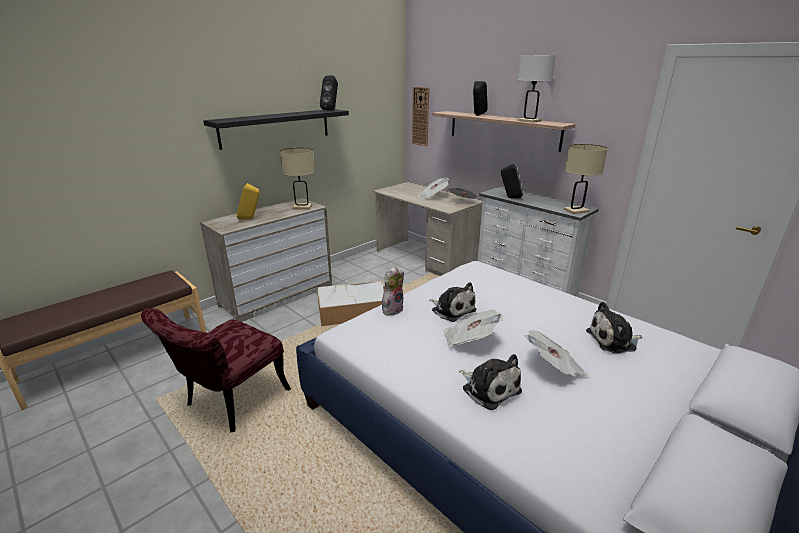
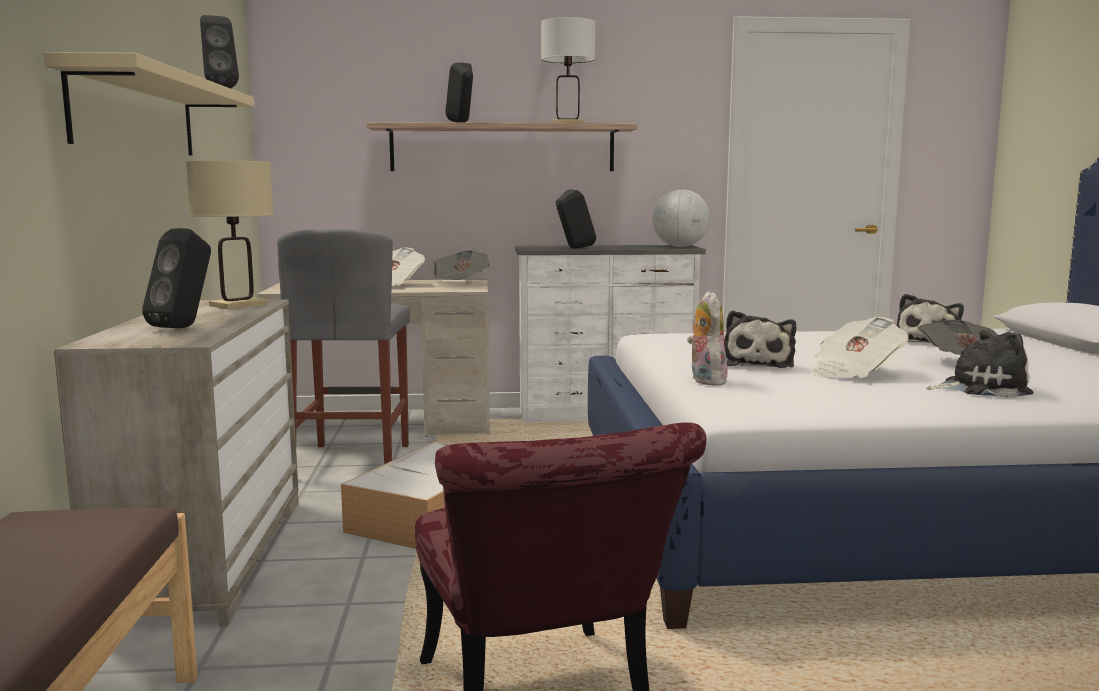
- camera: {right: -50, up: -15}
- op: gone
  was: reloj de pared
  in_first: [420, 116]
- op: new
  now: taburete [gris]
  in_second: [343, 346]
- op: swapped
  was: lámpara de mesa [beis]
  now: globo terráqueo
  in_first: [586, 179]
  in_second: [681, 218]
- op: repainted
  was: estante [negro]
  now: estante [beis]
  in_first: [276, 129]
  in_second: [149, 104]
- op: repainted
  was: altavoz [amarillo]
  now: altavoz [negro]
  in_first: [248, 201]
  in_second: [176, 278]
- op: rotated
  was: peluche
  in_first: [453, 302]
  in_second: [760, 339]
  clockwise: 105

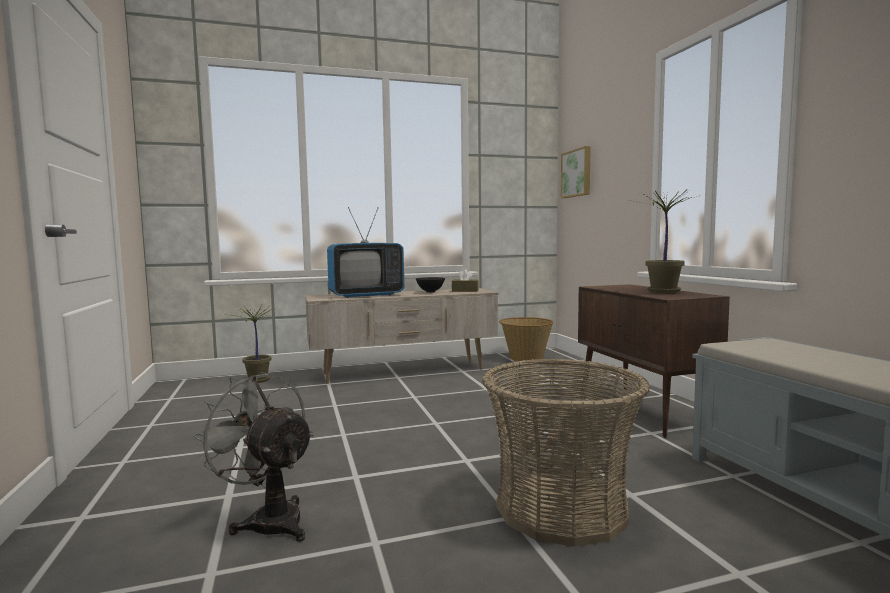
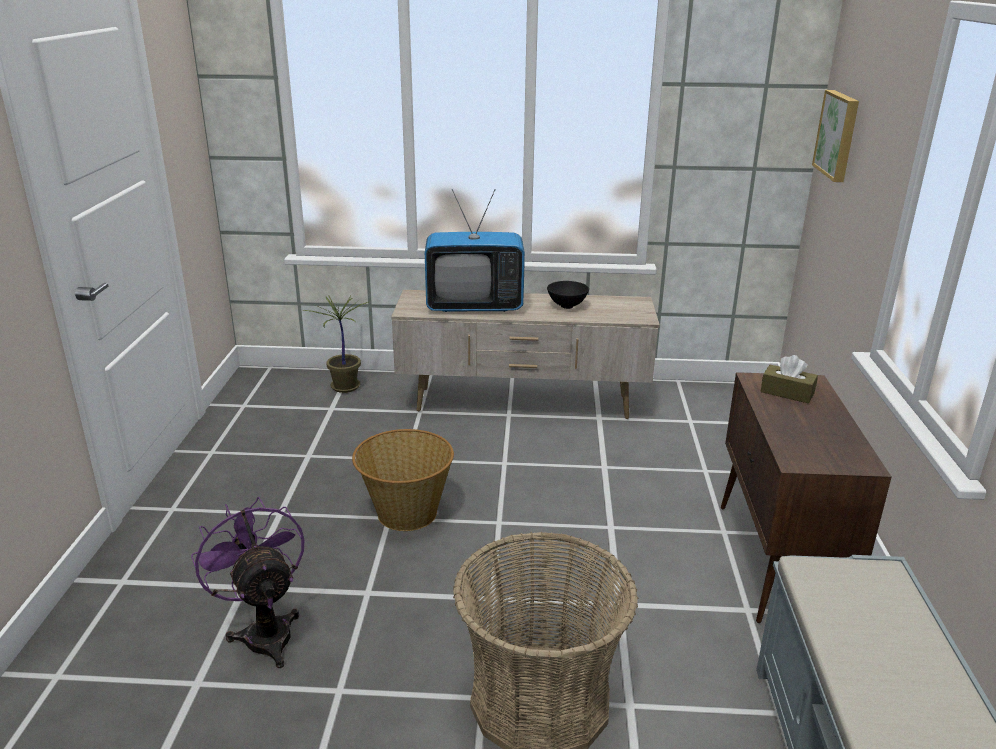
- camera: {right: 20, up: 20}
- op: gone
  was: planta en maceta
  in_first: [663, 242]
- op: shifted
  was: caja de pañuelos [marrón]
  in_first: [465, 280]
  in_second: [789, 379]
- op: shifted
  was: cesta
  in_first: [526, 339]
  in_second: [403, 480]
- op: repainted
  was: ventilador [gris]
  now: ventilador [morado]
  in_first: [253, 457]
  in_second: [247, 582]

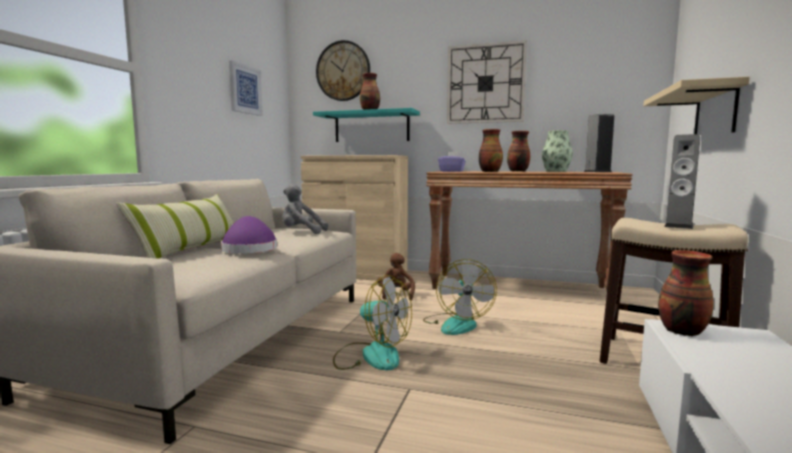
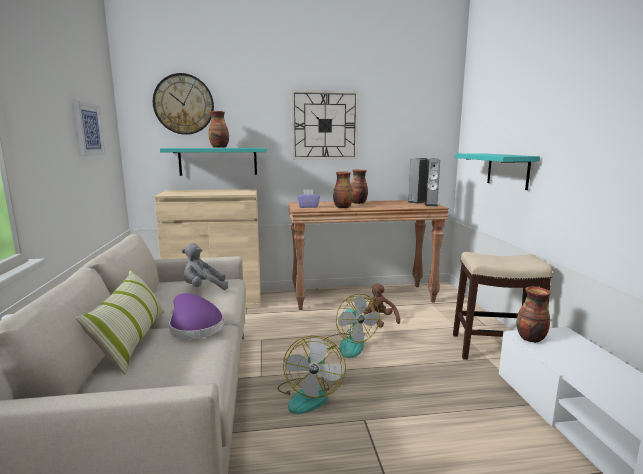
- camera: {right: -25, up: 5}
- op: gone
  was: florero
  in_first: [557, 151]
- op: shifted
  was: peluche [marrón]
  in_first: [396, 276]
  in_second: [381, 305]
- op: shifted
  was: altavoz
  in_first: [682, 181]
  in_second: [432, 182]
- op: repainted
  was: estante [beis]
  now: estante [turquesa]
  in_first: [696, 105]
  in_second: [497, 171]
- op: rotated
  was: ventilador
  in_first: [372, 322]
  in_second: [311, 375]
  clockwise: 90

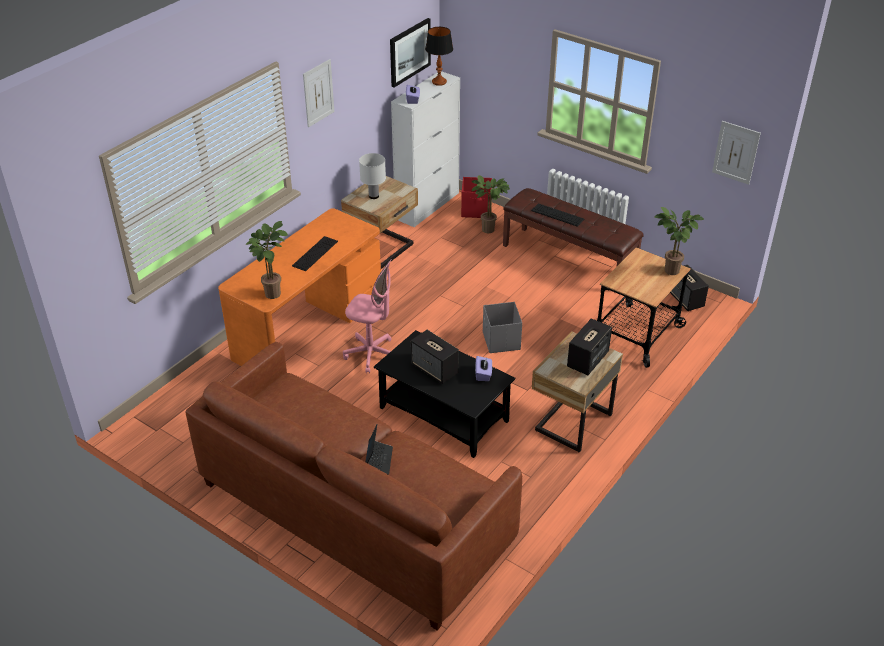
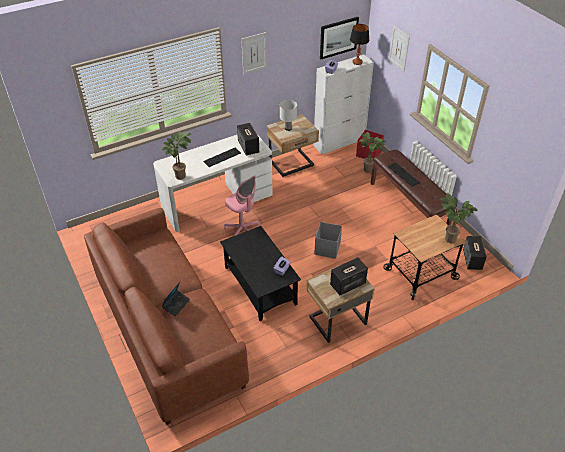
- camera: {right: 25, up: 5}
- op: shifted
  was: altavoz
  in_first: [435, 357]
  in_second: [248, 139]
- op: shifted
  was: cuadro
  in_first: [736, 153]
  in_second: [399, 48]
- op: repainted
  was: escritorio [naranja]
  now: escritorio [blanco]
  in_first: [299, 287]
  in_second: [212, 183]

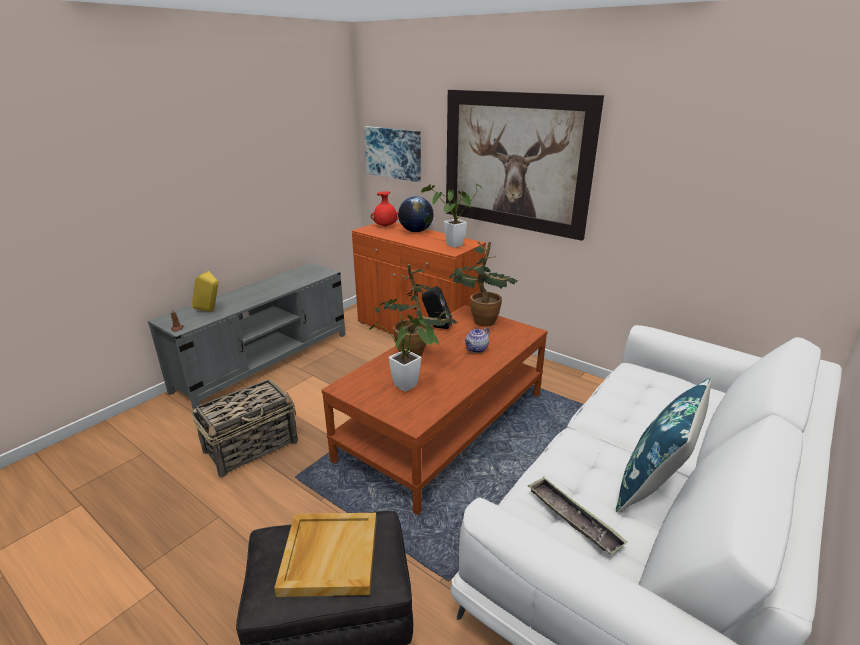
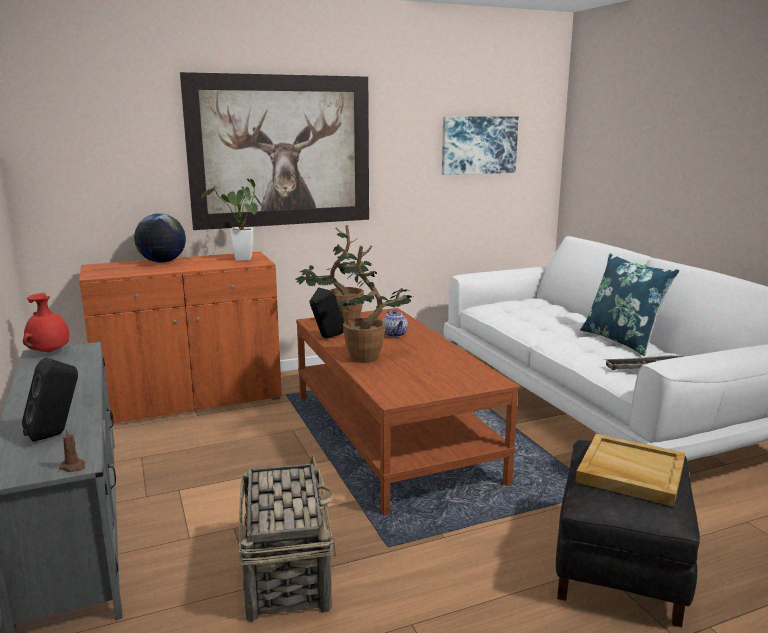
- camera: {right: -60, up: -10}
- op: gone
  was: planta en maceta
  in_first: [404, 345]
- op: shifted
  was: cuadro
  in_first: [392, 154]
  in_second: [480, 146]
- op: shifted
  was: florero [rojo]
  in_first: [385, 209]
  in_second: [46, 323]
- op: repainted
  was: altavoz [amarillo]
  now: altavoz [negro]
  in_first: [205, 291]
  in_second: [50, 399]

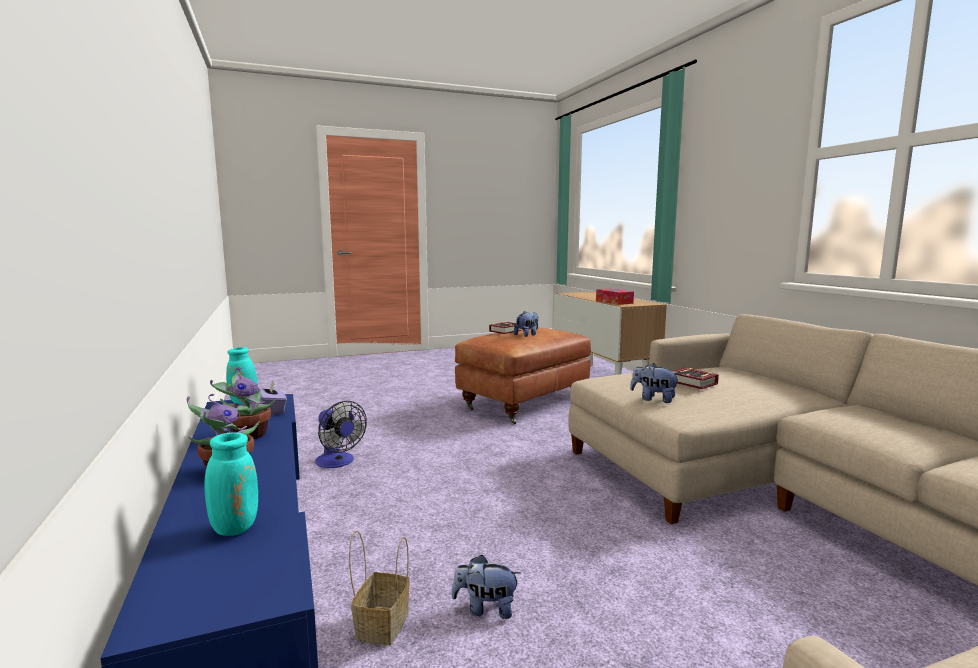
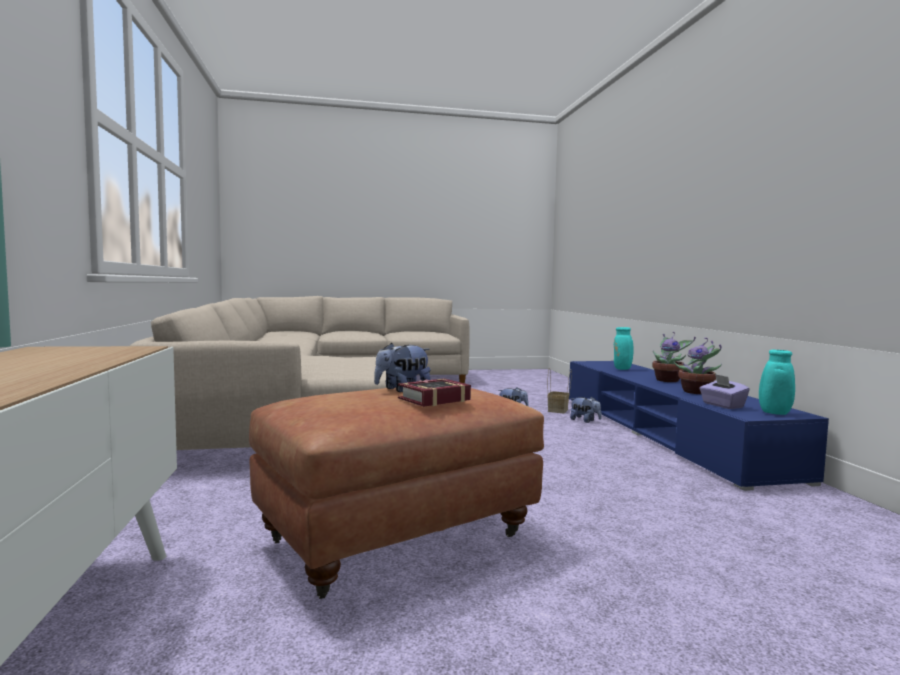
- camera: {right: -170, up: -5}
- op: gone
  was: ventilador
  in_first: [341, 434]
- op: gone
  was: caja de pañuelos
  in_first: [615, 297]
- op: gone
  was: libro
  in_first: [696, 378]
- op: shifted
  was: peluche
  in_first: [655, 383]
  in_second: [586, 409]

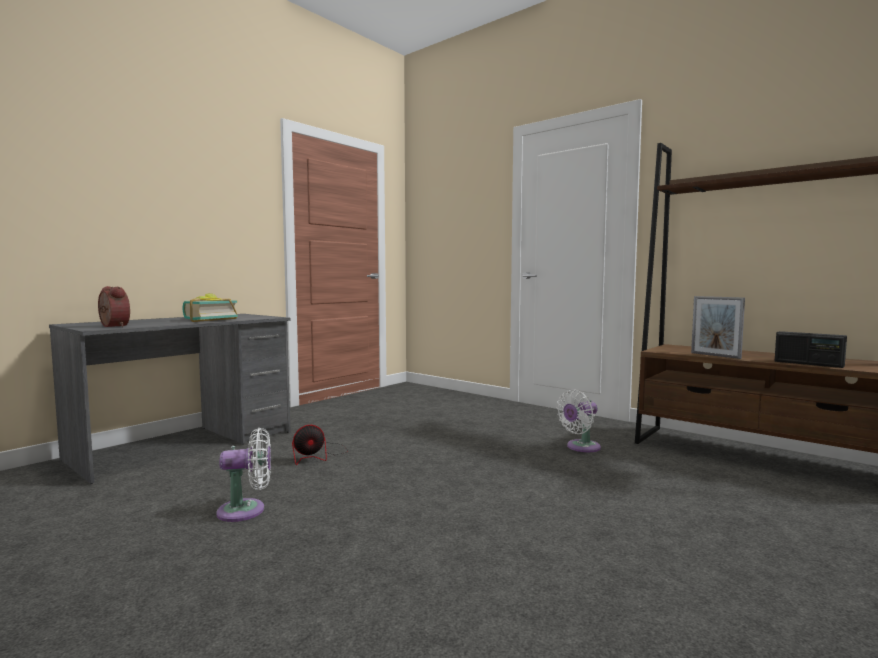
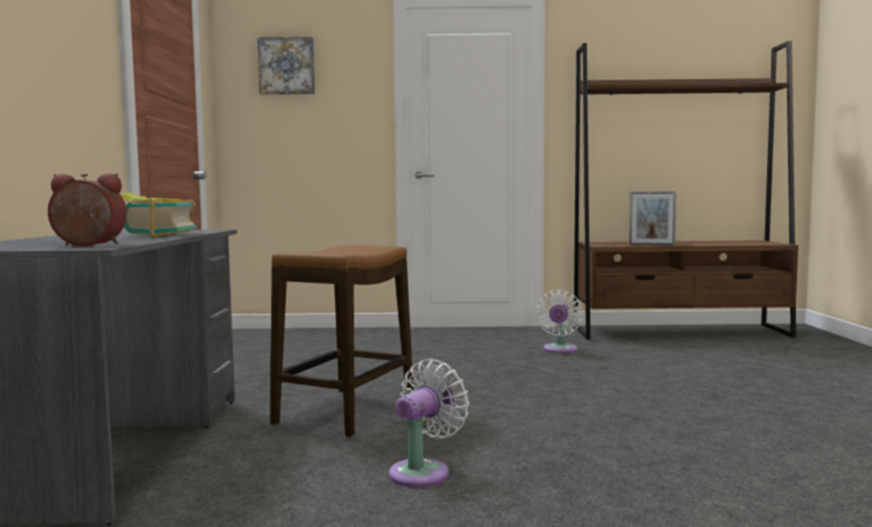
- camera: {right: -40, up: 0}
- op: gone
  was: radio
  in_first: [811, 349]
- op: new
  now: cuadro
  in_second: [286, 66]
- op: swapped
  was: ventilador
  now: taburete
  in_first: [319, 445]
  in_second: [341, 341]

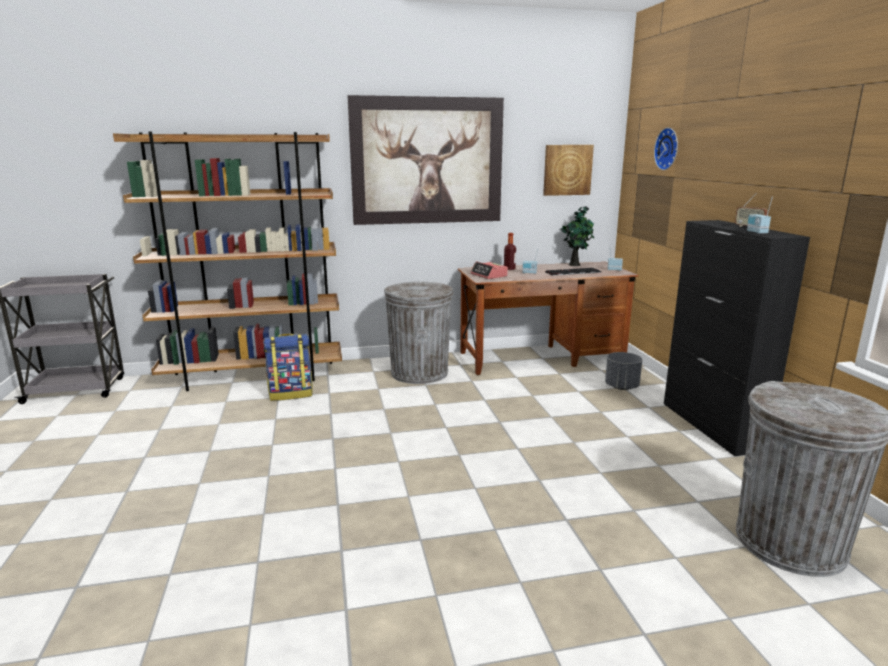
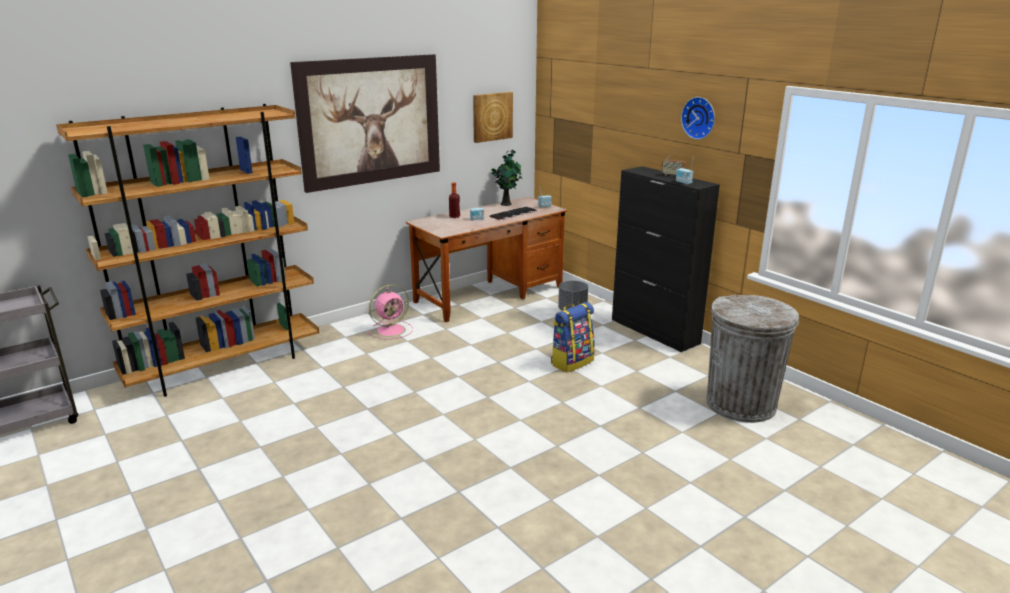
- camera: {right: -25, up: 5}
- op: gone
  was: despertador
  in_first: [489, 270]
- op: shifted
  was: mochila
  in_first: [287, 367]
  in_second: [573, 337]
- op: shifted
  was: reloj de pared
  in_first: [666, 149]
  in_second: [698, 118]
- op: swapped
  was: papelera [gris]
  now: ventilador [rosa]
  in_first: [418, 333]
  in_second: [390, 312]

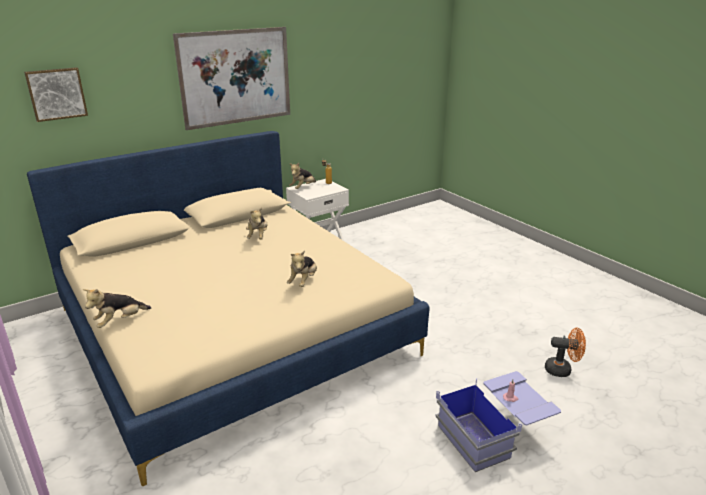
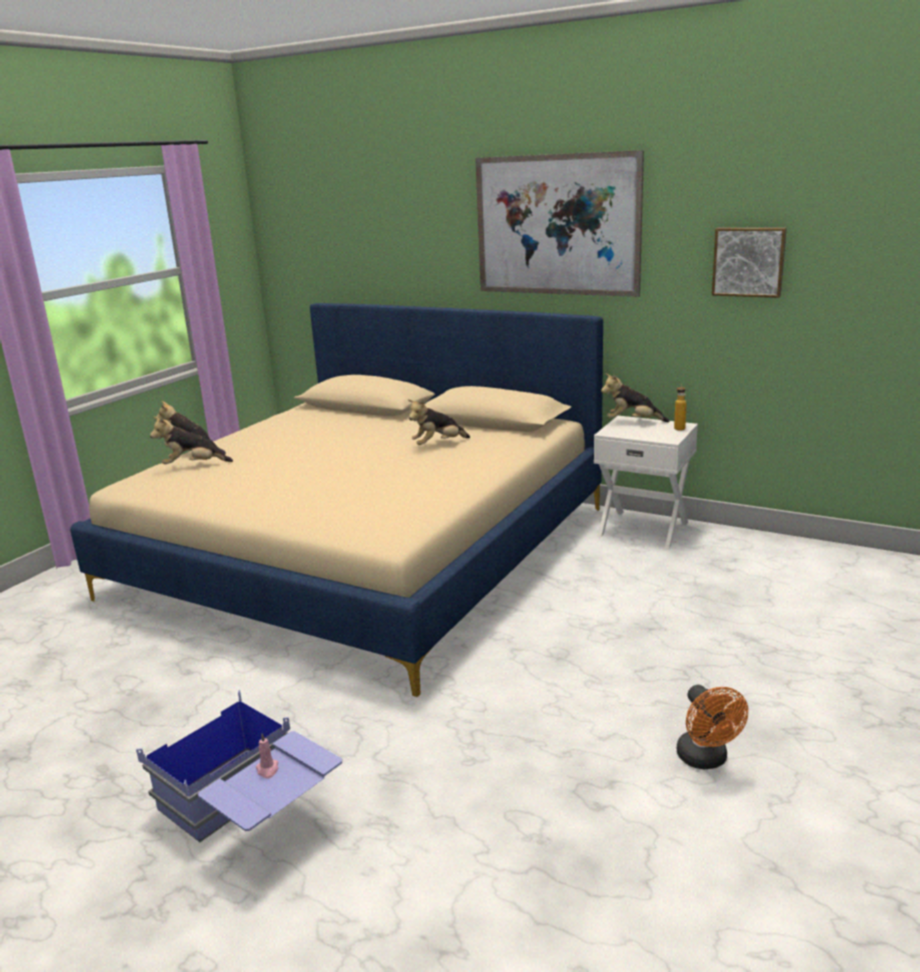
- camera: {right: 65, up: -5}
- op: shifted
  was: cuadro
  in_first: [56, 94]
  in_second: [749, 262]
- op: shifted
  was: peluche
  in_first: [302, 268]
  in_second: [191, 440]
- op: shifted
  was: ventilador [naranja]
  in_first: [565, 352]
  in_second: [712, 727]

